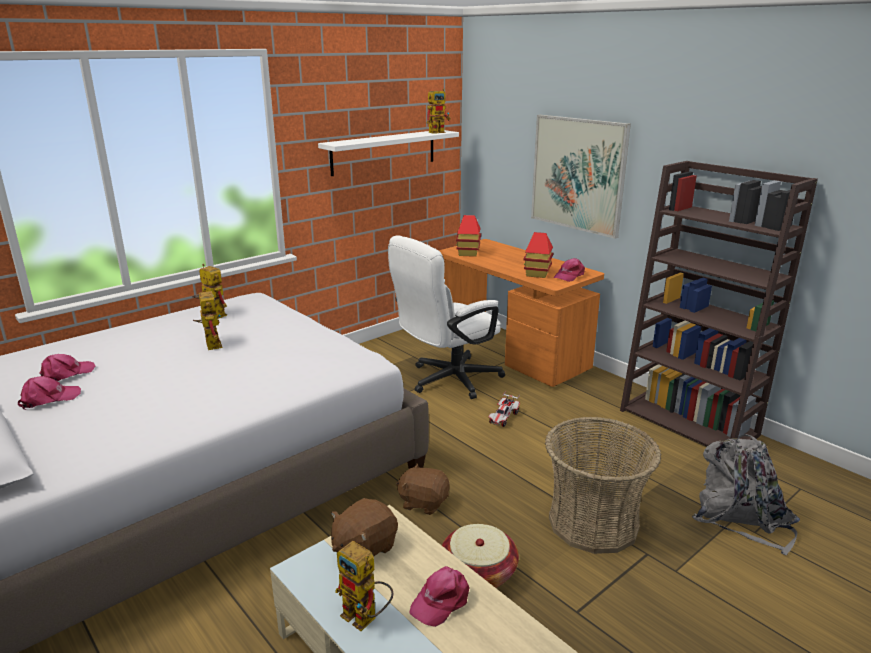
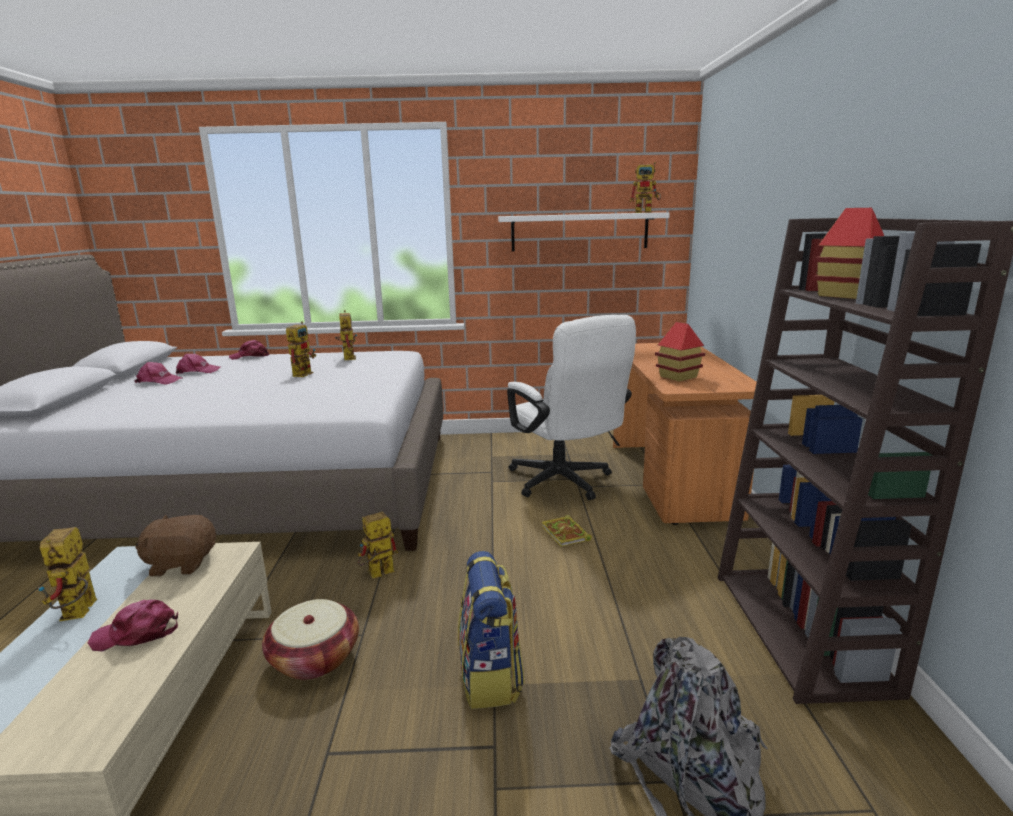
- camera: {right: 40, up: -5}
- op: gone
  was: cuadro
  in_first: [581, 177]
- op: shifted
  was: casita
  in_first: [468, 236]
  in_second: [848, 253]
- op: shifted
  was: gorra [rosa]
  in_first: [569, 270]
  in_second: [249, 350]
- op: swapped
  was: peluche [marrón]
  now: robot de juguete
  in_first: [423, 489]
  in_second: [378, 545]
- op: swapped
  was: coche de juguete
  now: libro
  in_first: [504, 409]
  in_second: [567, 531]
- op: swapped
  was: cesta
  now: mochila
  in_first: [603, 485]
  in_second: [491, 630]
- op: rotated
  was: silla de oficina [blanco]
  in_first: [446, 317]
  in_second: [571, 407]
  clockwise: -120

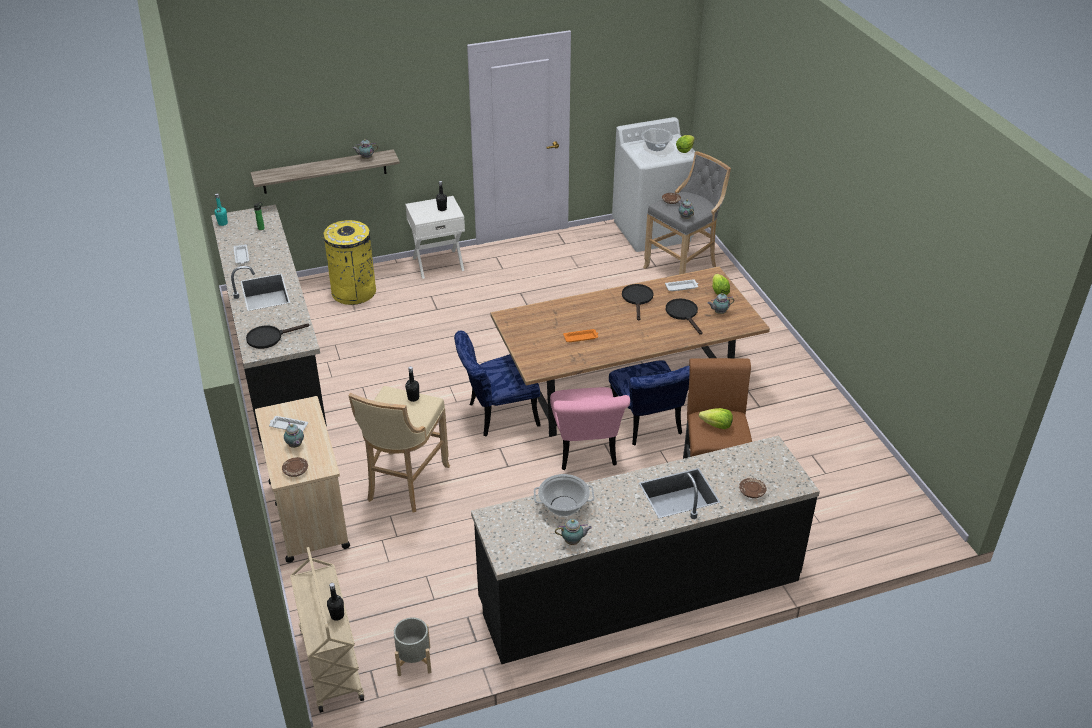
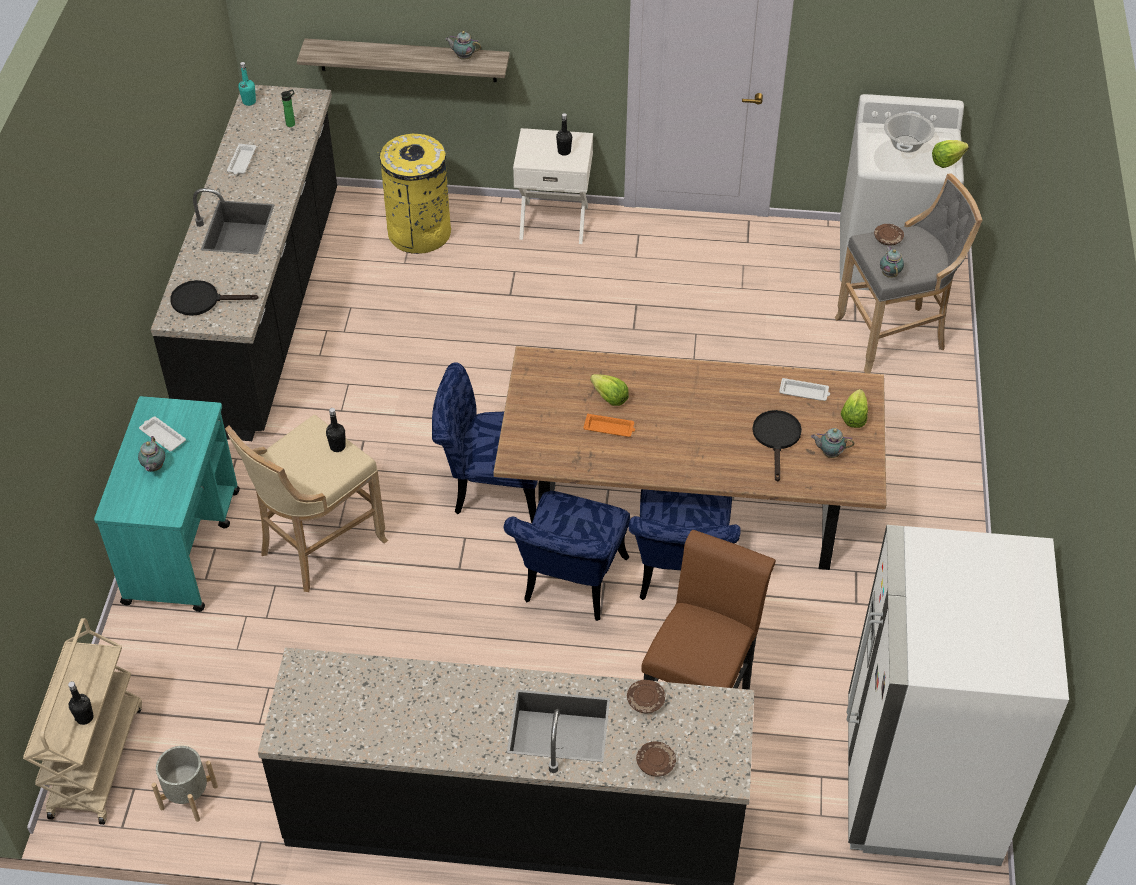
- camera: {right: 25, up: 10}
- op: gone
  was: olla
  in_first: [564, 495]
- op: gone
  was: tetera
  in_first: [573, 532]
- op: gone
  was: sartén [negro]
  in_first: [638, 302]
- op: new
  now: nevera [blanco]
  in_second: [958, 695]
- op: shifted
  was: plato [marrón]
  in_first: [295, 467]
  in_second: [646, 696]
- op: shifted
  was: lechuga
  in_first: [716, 418]
  in_second: [609, 390]
- op: repainted
  was: carrito [beis]
  now: carrito [turquesa]
  in_first: [302, 479]
  in_second: [167, 504]
- op: repainted
  was: silla [rosa]
  now: silla [azul]
  in_first: [590, 428]
  in_second: [567, 556]

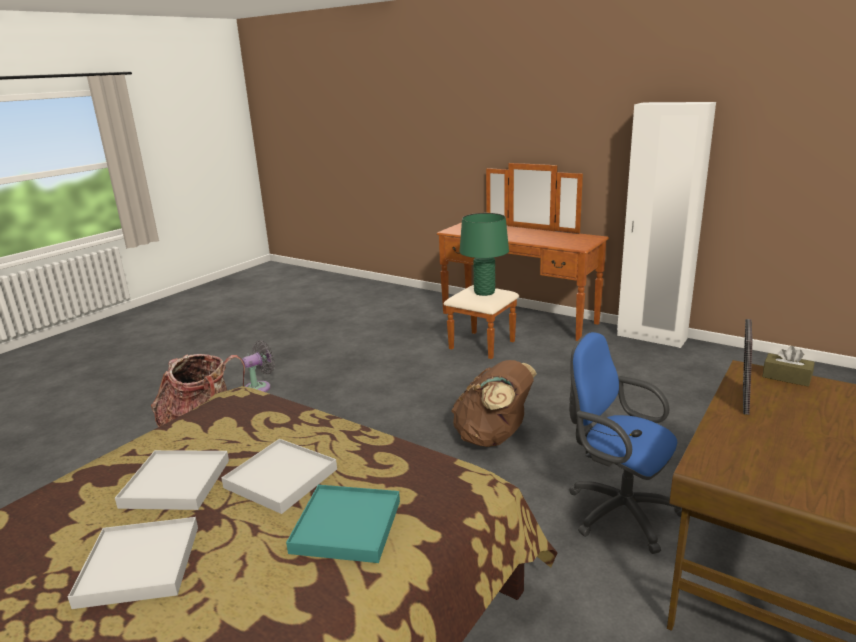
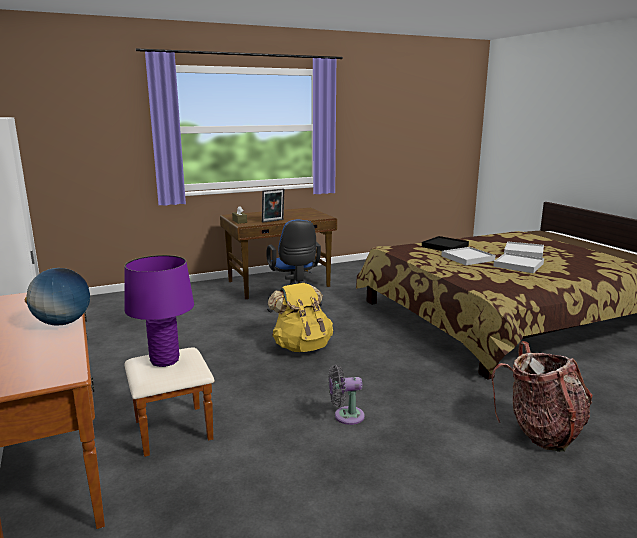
- camera: {right: -150, up: -5}
- op: new
  now: globo terráqueo
  in_second: [57, 297]
- op: shifted
  was: ventilador [gris]
  in_first: [258, 366]
  in_second: [347, 395]
- op: repainted
  was: bandeja [turquesa]
  now: bandeja [negro]
  in_first: [343, 524]
  in_second: [445, 243]
- op: repainted
  was: mochila [marrón]
  now: mochila [amarillo]
  in_first: [494, 403]
  in_second: [300, 317]
- op: repainted
  was: lámpara de mesa [verde]
  now: lámpara de mesa [morado]
  in_first: [484, 254]
  in_second: [159, 311]

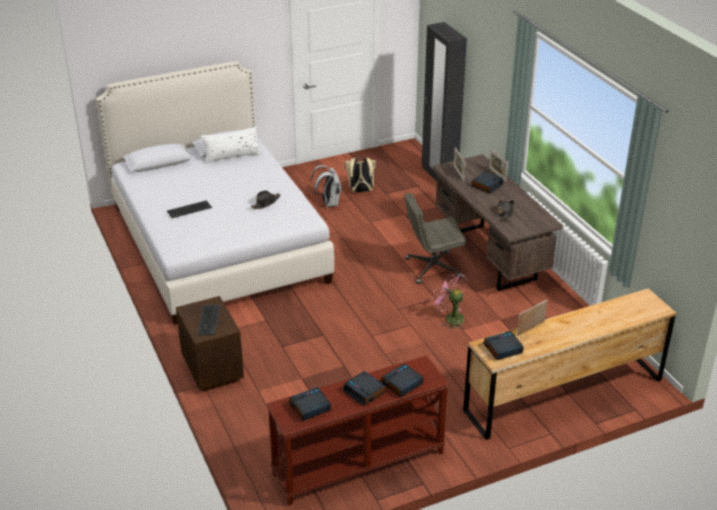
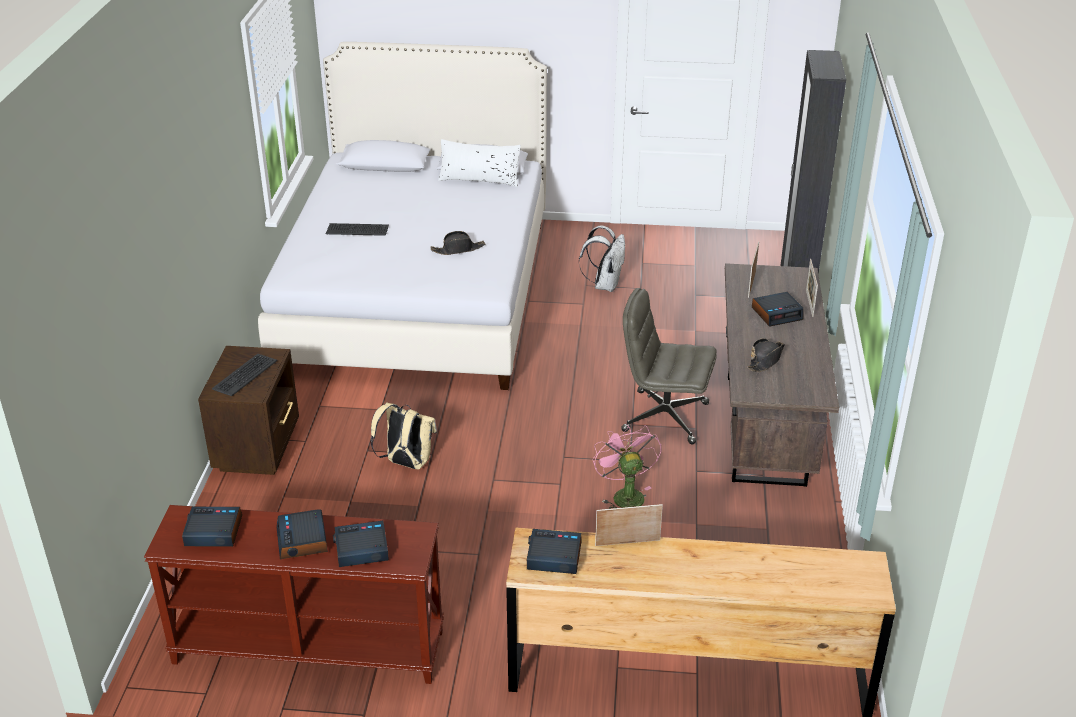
- camera: {right: 30, up: 0}
- op: shifted
  was: mochila [beis]
  in_first: [360, 174]
  in_second: [404, 435]

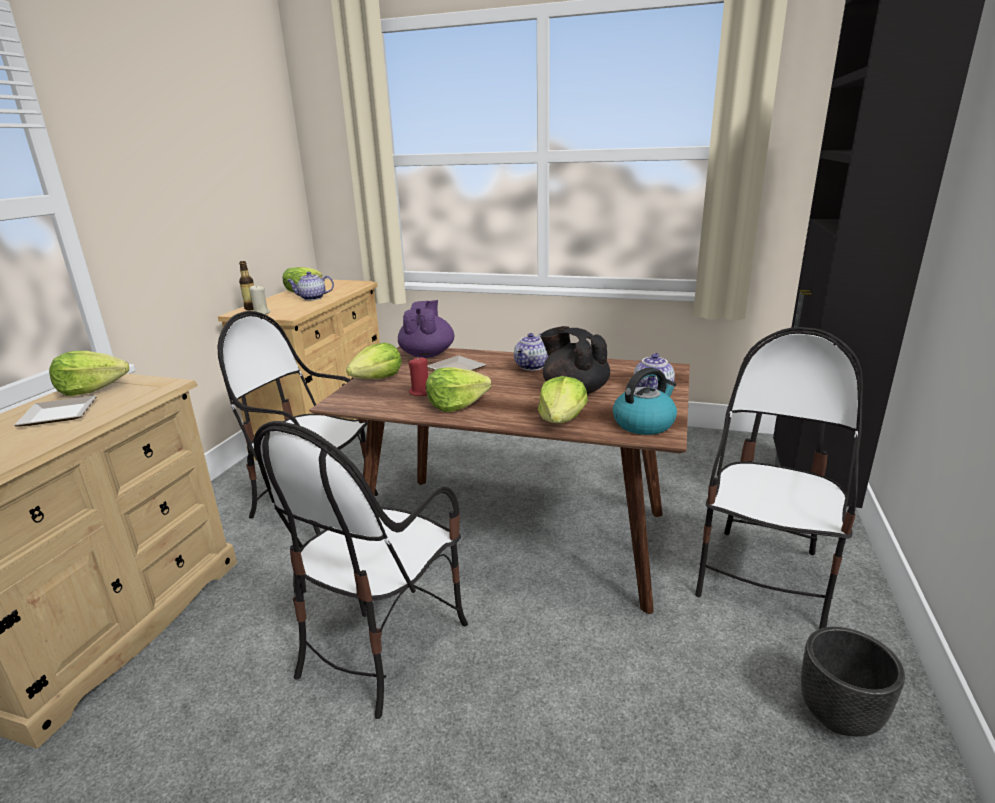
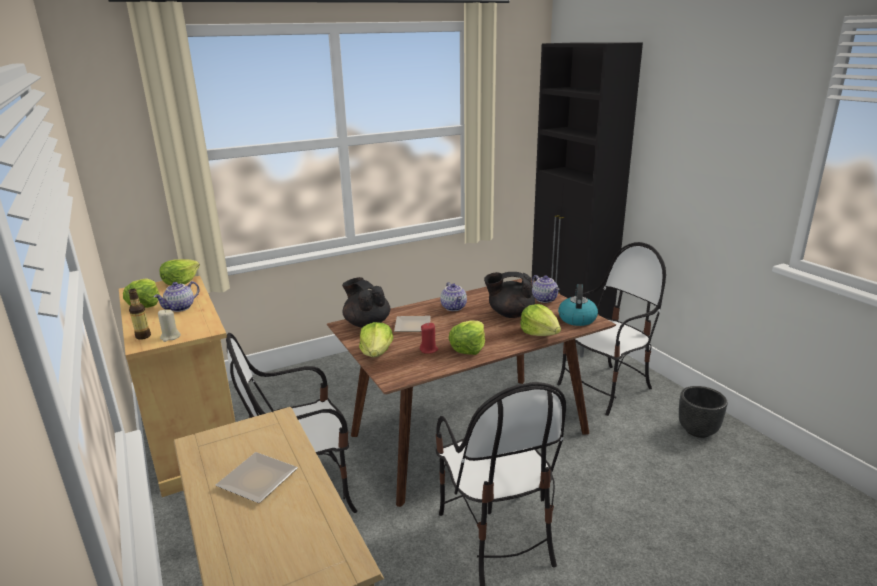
- camera: {right: -45, up: 0}
- op: shifted
  was: lechuga
  in_first: [89, 373]
  in_second: [180, 272]
- op: repainted
  was: tetera [morado]
  now: tetera [negro]
  in_first: [426, 329]
  in_second: [366, 302]
- op: rotated
  was: silla
  in_first: [779, 478]
  in_second: [611, 329]
  clockwise: 75

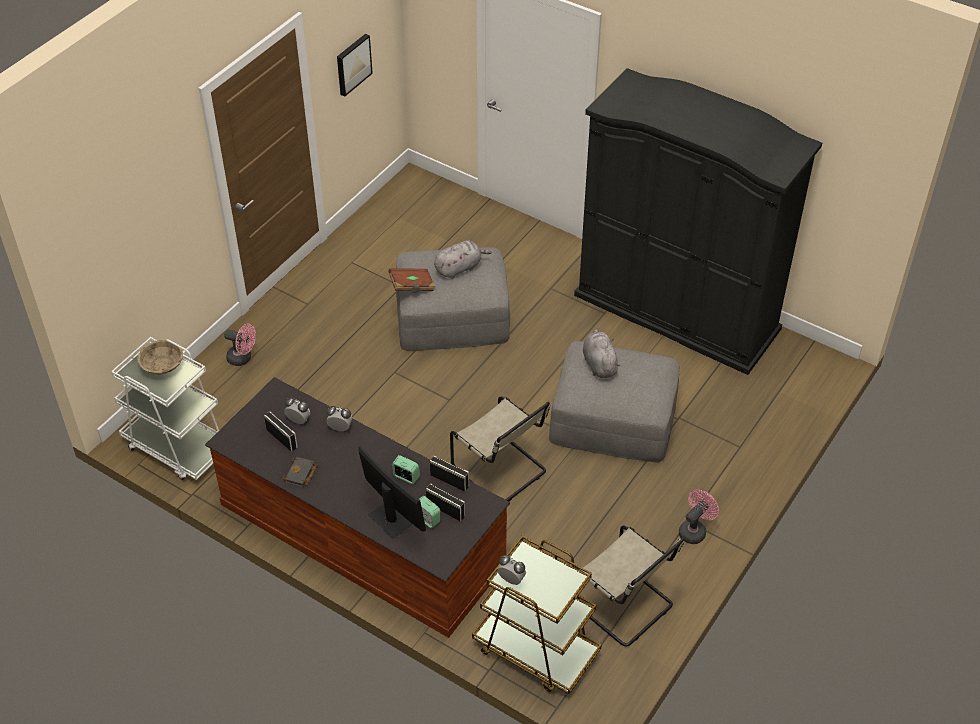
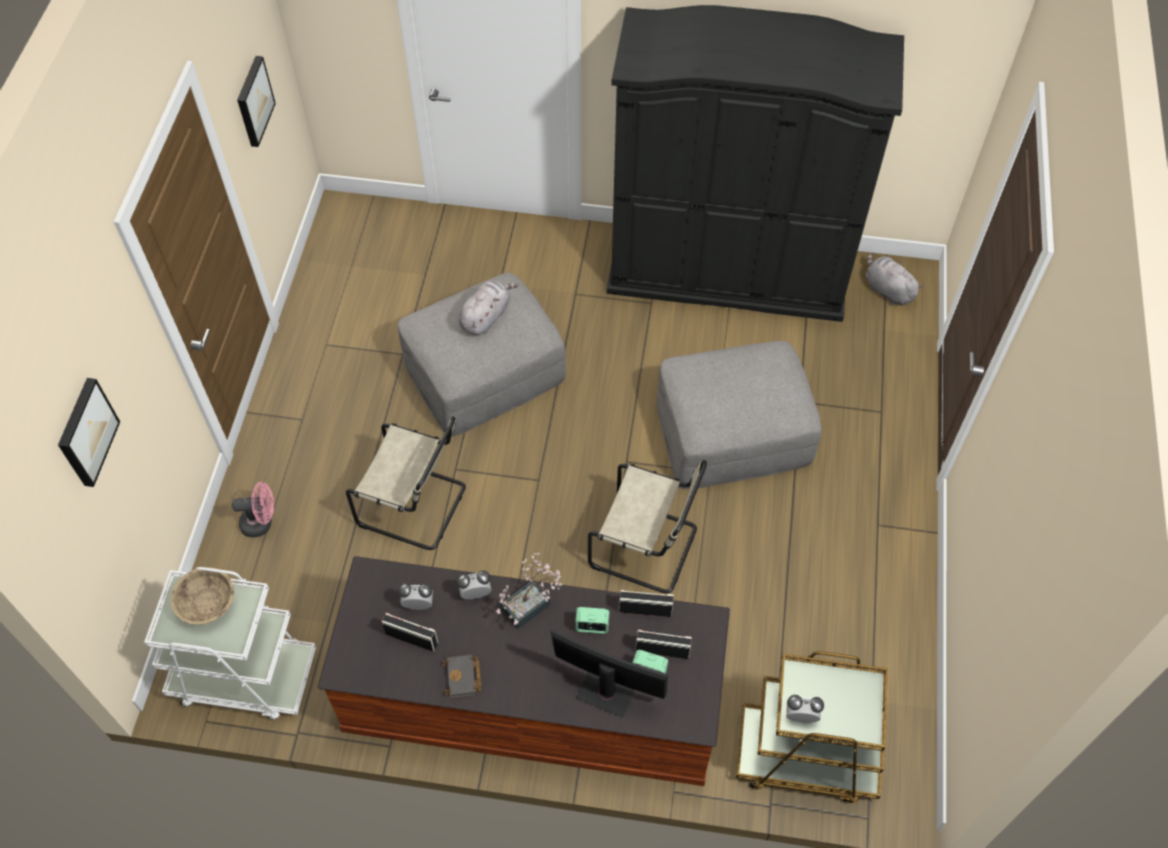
- camera: {right: -25, up: 10}
- op: gone
  was: libro [marrón]
  in_first: [411, 280]
- op: gone
  was: ventilador [rosa]
  in_first: [699, 517]
- op: new
  now: cuadro
  in_second: [89, 432]
- op: new
  now: planta en maceta
  in_second: [530, 591]
- op: shifted
  was: silla [beis]
  in_first: [629, 586]
  in_second: [406, 483]
- op: shifted
  was: peluche [gris]
  in_first: [601, 353]
  in_second: [894, 279]

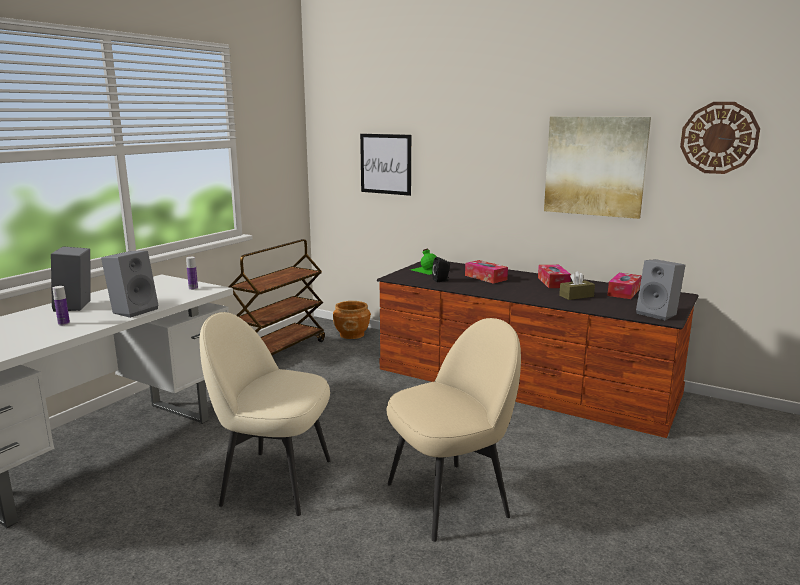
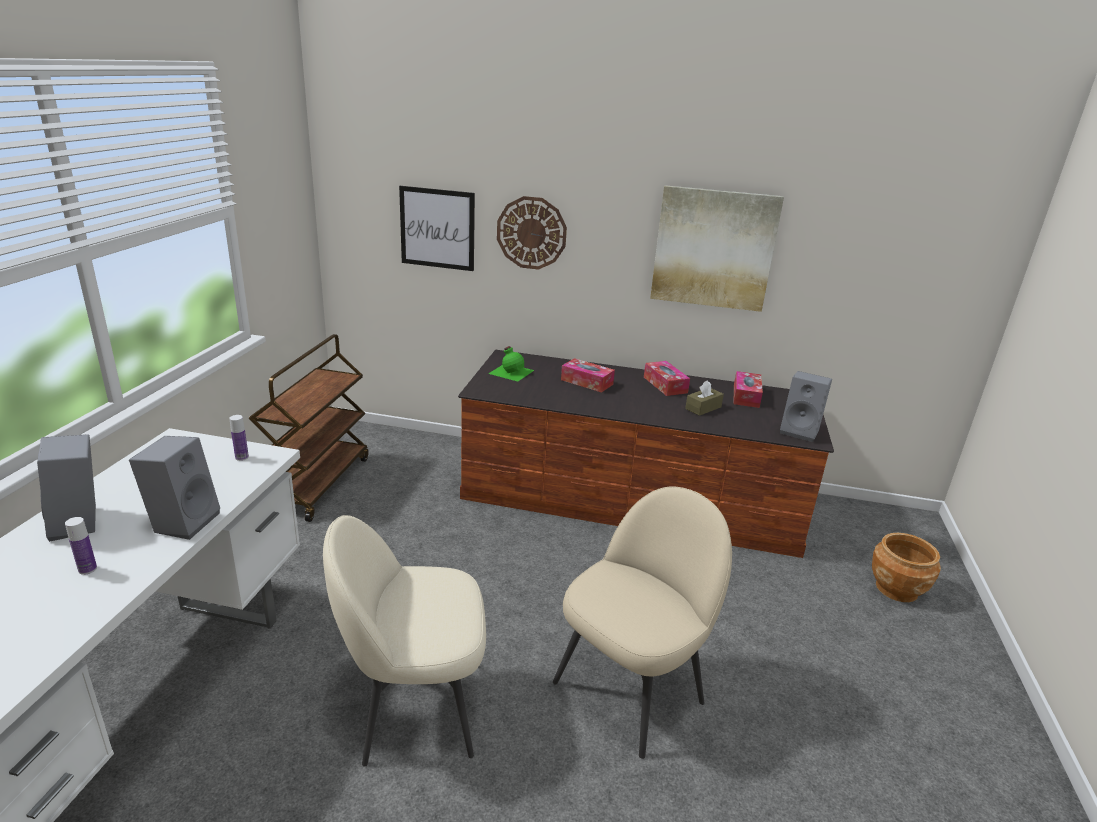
- camera: {right: -20, up: 10}
- op: gone
  was: altavoz [negro]
  in_first: [441, 269]
- op: shifted
  was: maceta [marrón]
  in_first: [352, 320]
  in_second: [906, 567]
- op: shifted
  was: reloj de pared
  in_first: [720, 138]
  in_second: [532, 233]

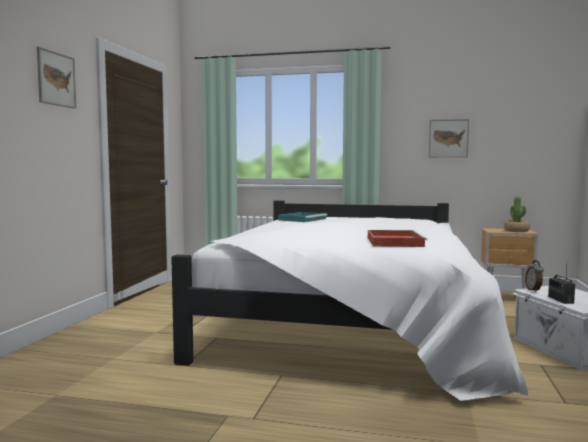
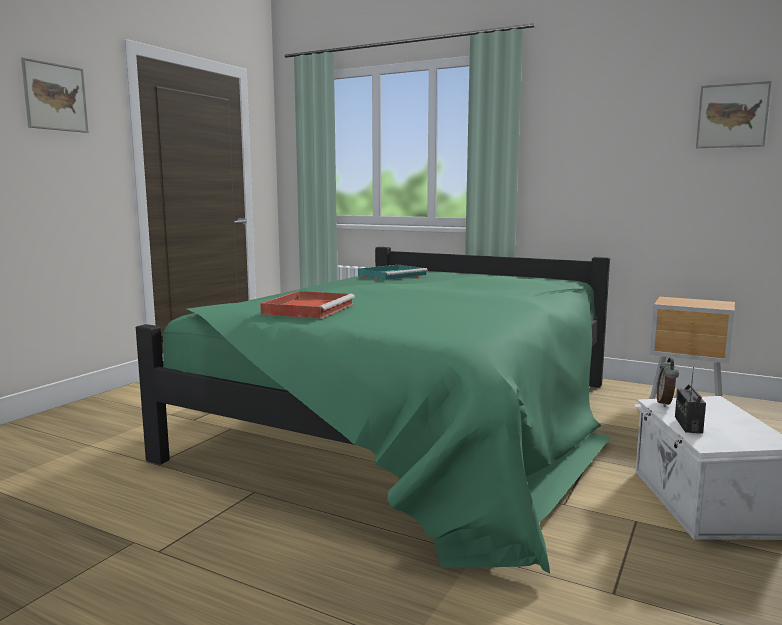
- camera: {right: 15, up: 5}
- op: gone
  was: planta en maceta
  in_first: [517, 214]
- op: shifted
  was: bandeja [rojo]
  in_first: [397, 238]
  in_second: [307, 305]
- op: shifted
  was: cuadro
  in_first: [449, 138]
  in_second: [733, 114]
- op: repainted
  was: cama [blanco]
  now: cama [verde]
  in_first: [349, 300]
  in_second: [373, 410]

